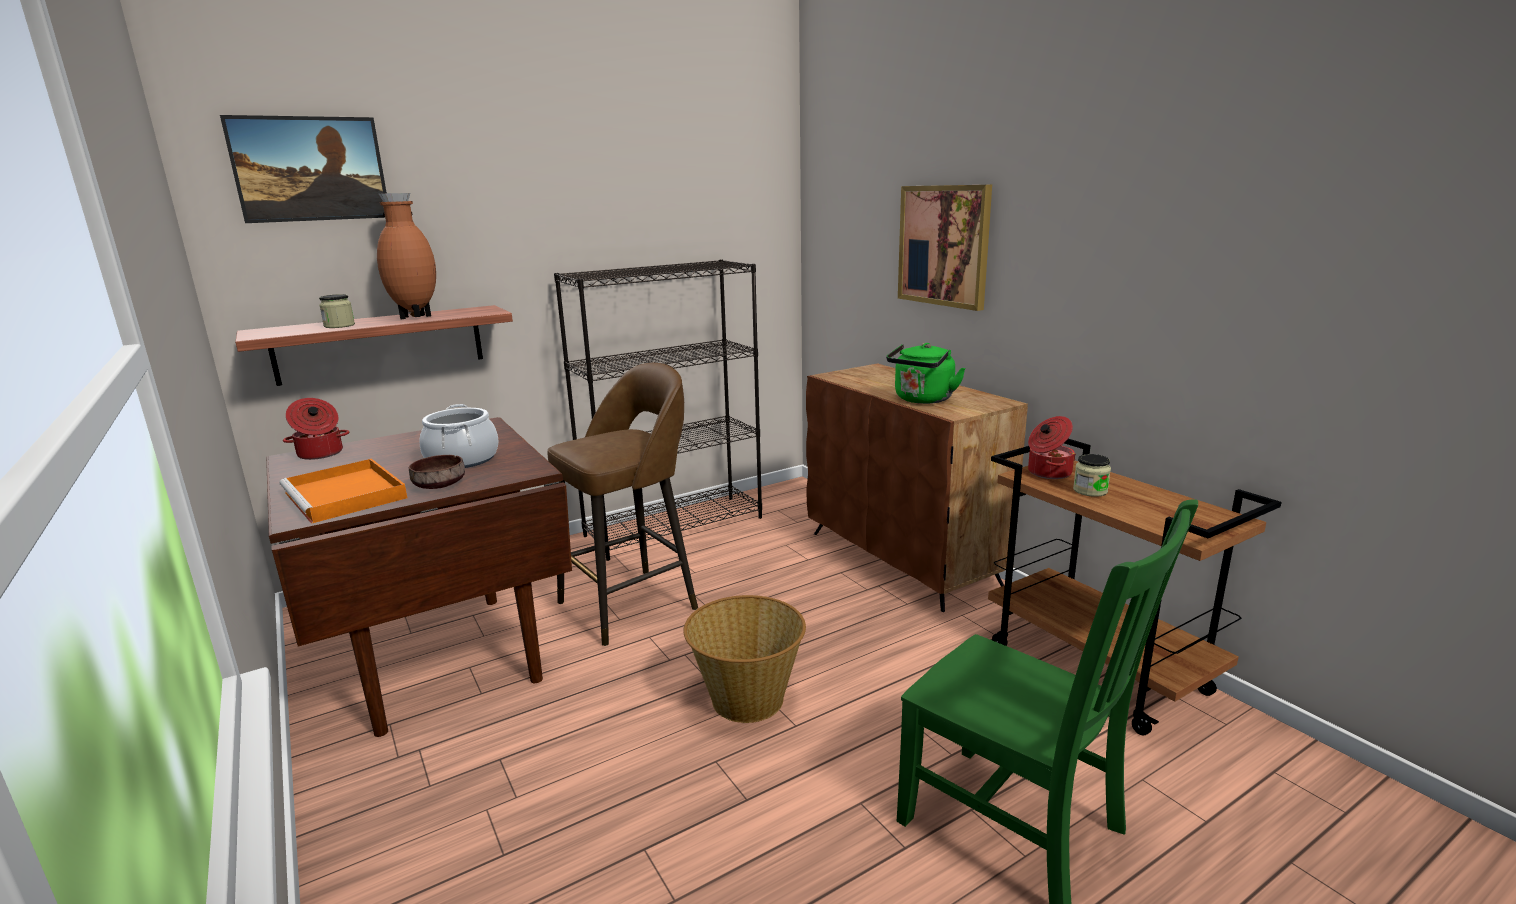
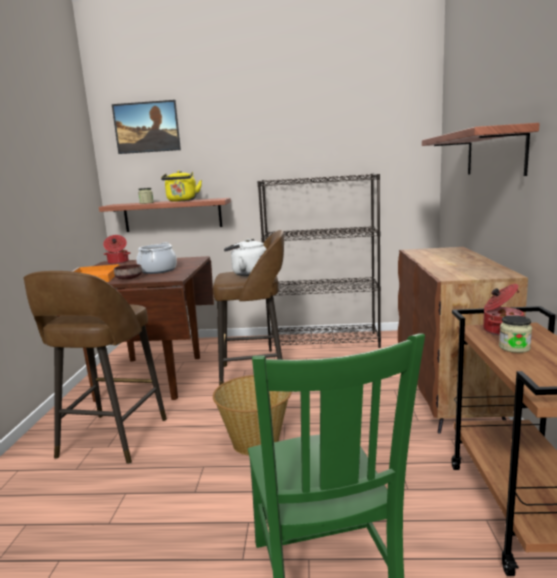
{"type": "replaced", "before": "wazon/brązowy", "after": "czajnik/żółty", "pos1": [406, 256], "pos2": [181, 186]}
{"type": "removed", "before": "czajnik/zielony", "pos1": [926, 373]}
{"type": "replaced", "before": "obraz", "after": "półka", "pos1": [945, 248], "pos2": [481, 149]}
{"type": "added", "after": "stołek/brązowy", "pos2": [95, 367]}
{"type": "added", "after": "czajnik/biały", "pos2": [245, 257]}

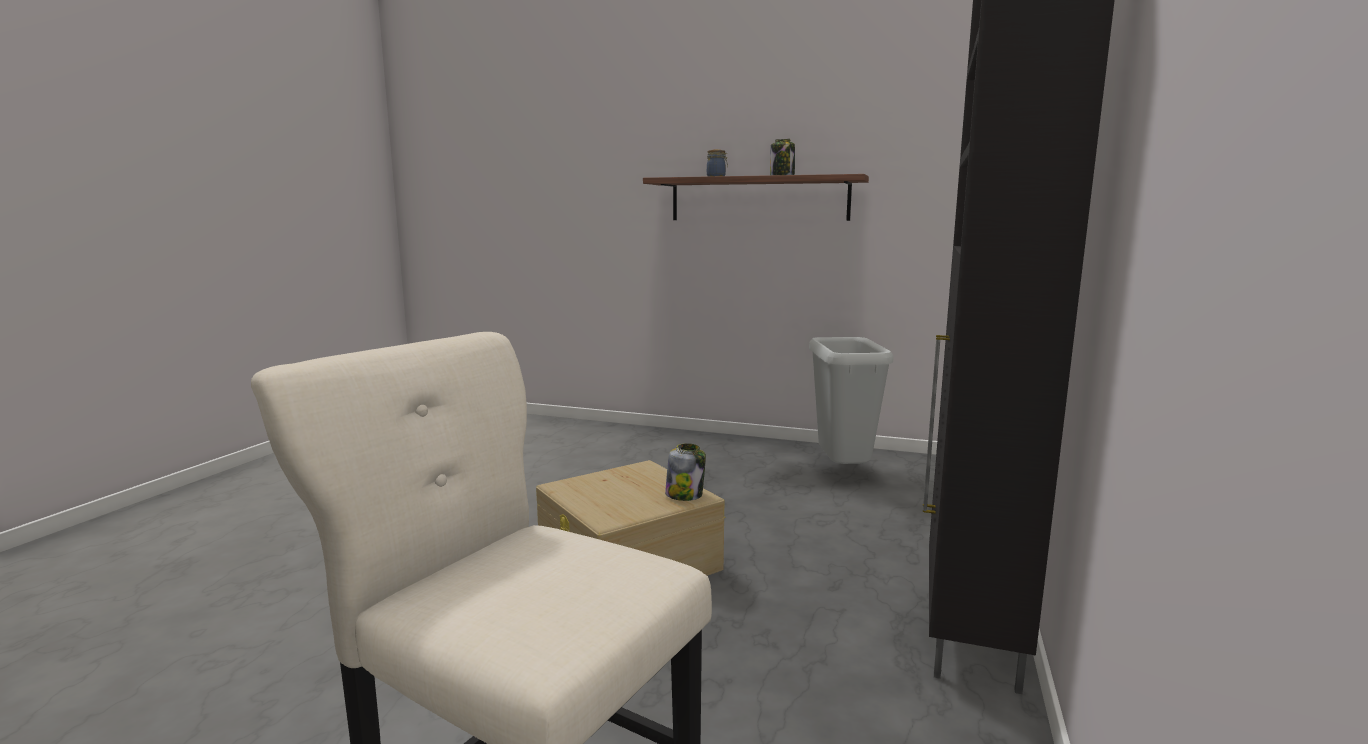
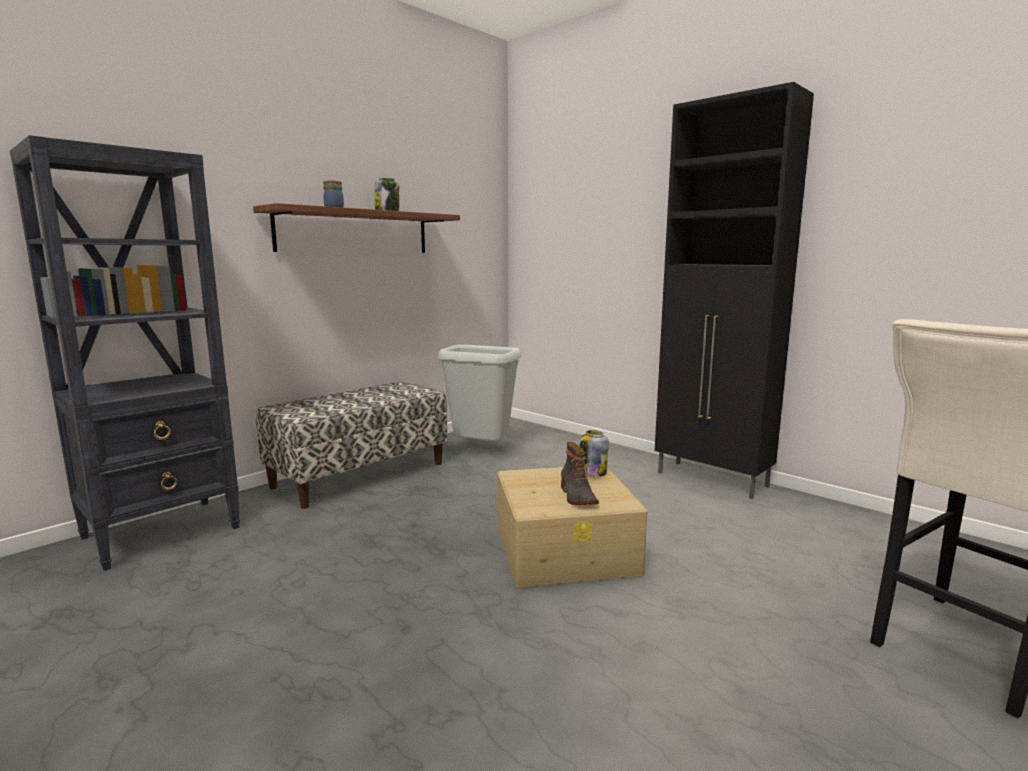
{"type": "added", "after": "regał/czarny", "pos2": [125, 353]}
{"type": "added", "after": "ławka", "pos2": [351, 445]}
{"type": "added", "after": "but z cholewką", "pos2": [580, 473]}

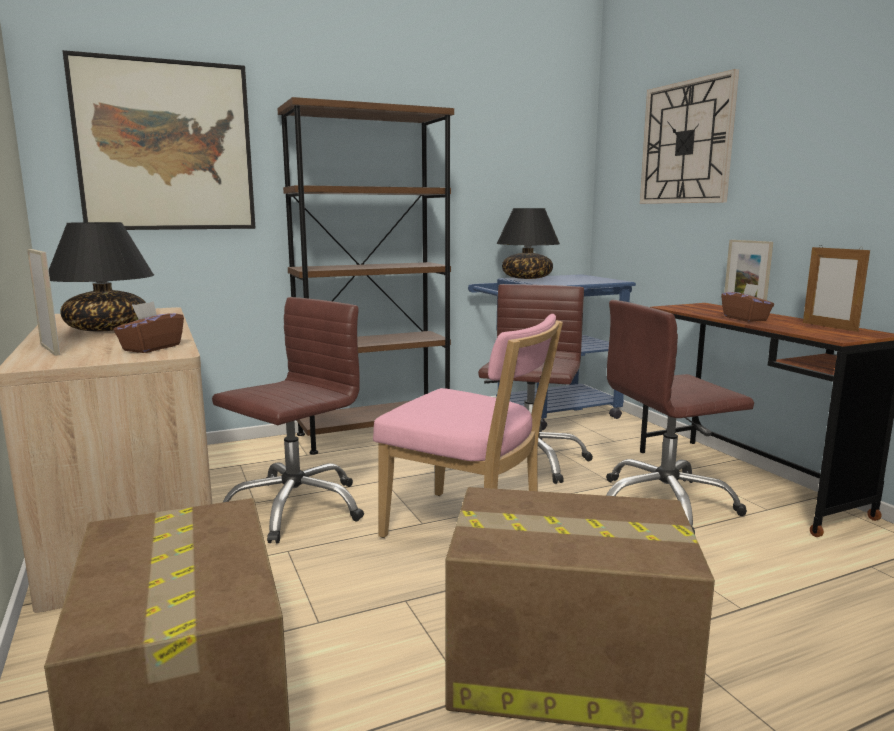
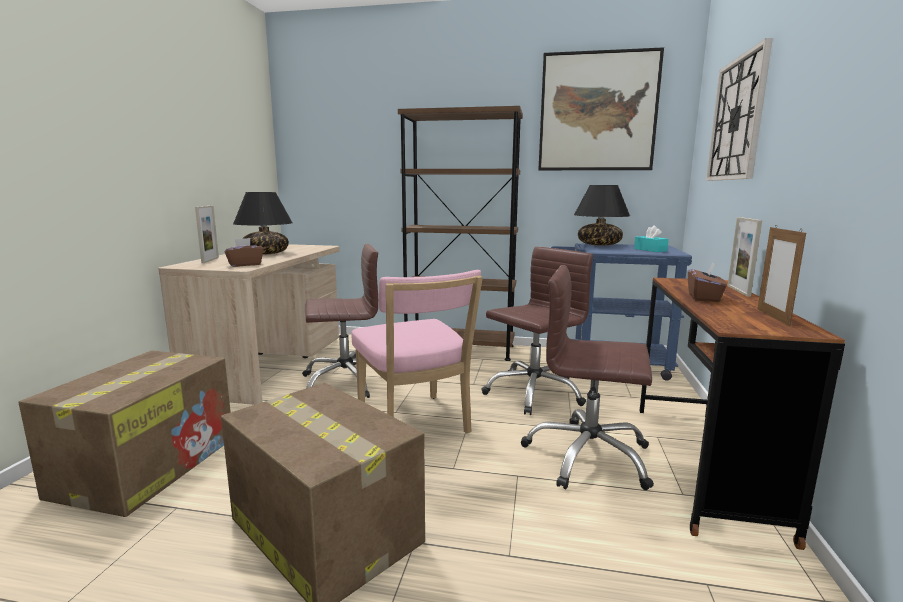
{"type": "moved", "before": "obraz", "pos1": [158, 140], "pos2": [601, 108]}
{"type": "added", "after": "pudełko chusteczek/turkusowy", "pos2": [651, 238]}

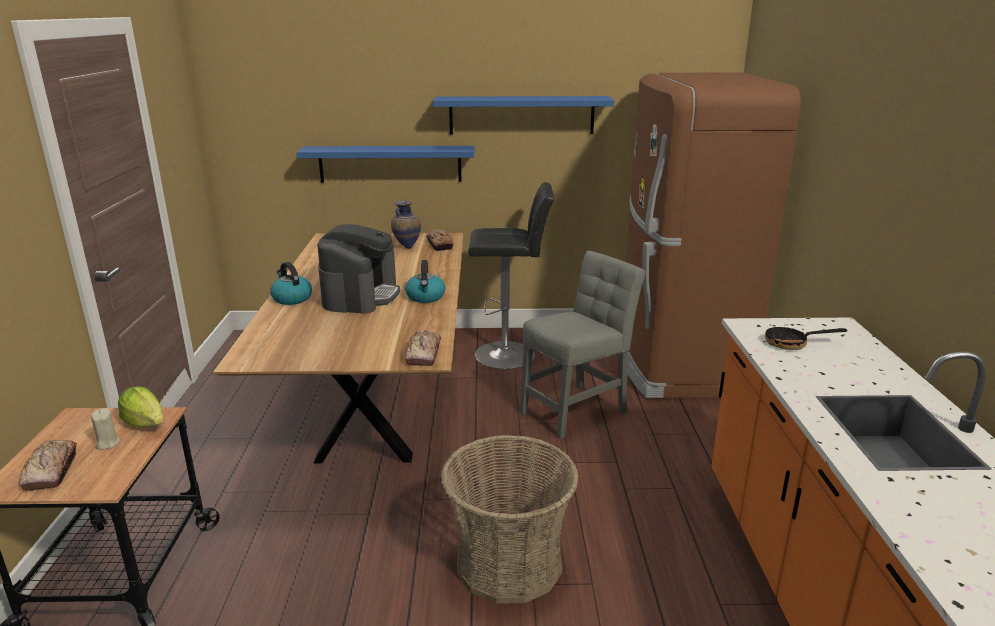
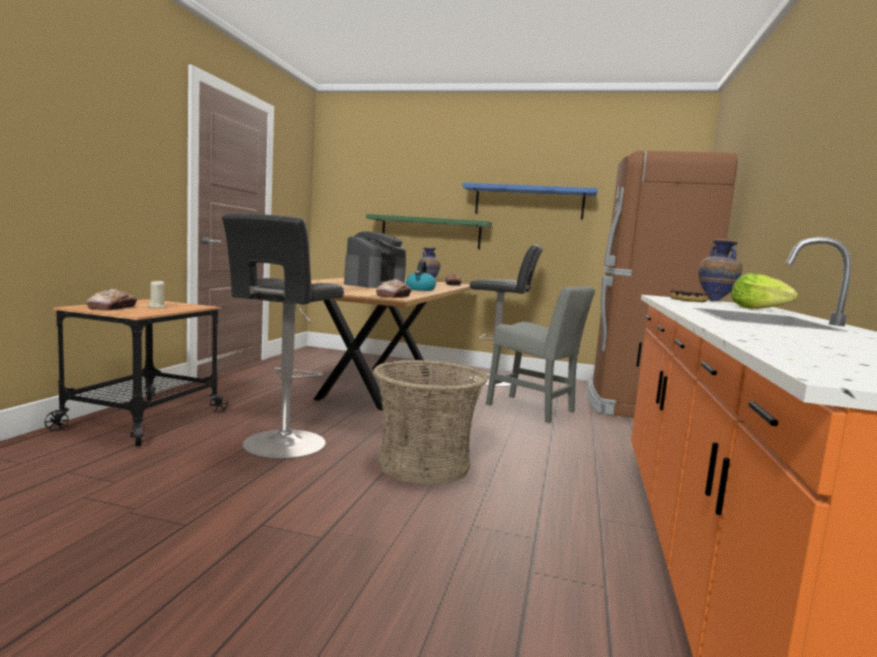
{"type": "moved", "before": "sałata", "pos1": [141, 407], "pos2": [764, 291]}
{"type": "removed", "before": "czajnik", "pos1": [291, 283]}
{"type": "recoloured", "before": "półka/niebieski", "after": "półka/zielony", "pos1": [385, 164], "pos2": [429, 231]}
{"type": "turned", "before": "krzesło/szary", "pos1": [582, 345], "pos2": [540, 354], "turn": 60}
{"type": "added", "after": "stołek/czarny", "pos2": [283, 336]}
{"type": "added", "after": "wazon", "pos2": [720, 270]}

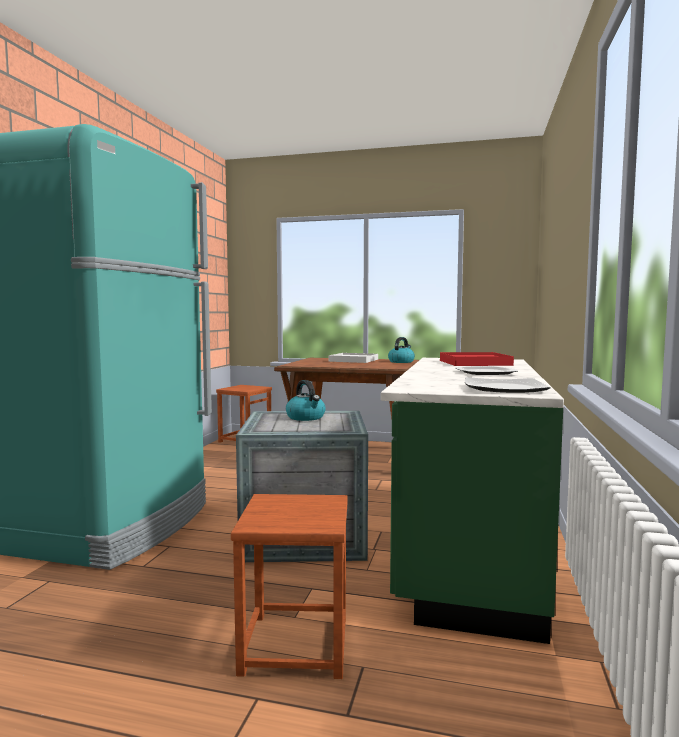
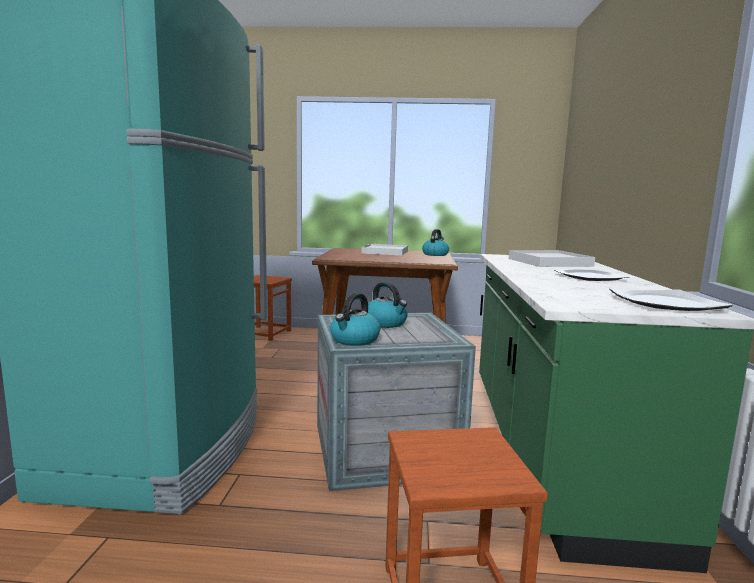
{"type": "recoloured", "before": "taca/czerwony", "after": "taca/biały", "pos1": [477, 359], "pos2": [552, 258]}
{"type": "added", "after": "czajnik", "pos2": [355, 319]}

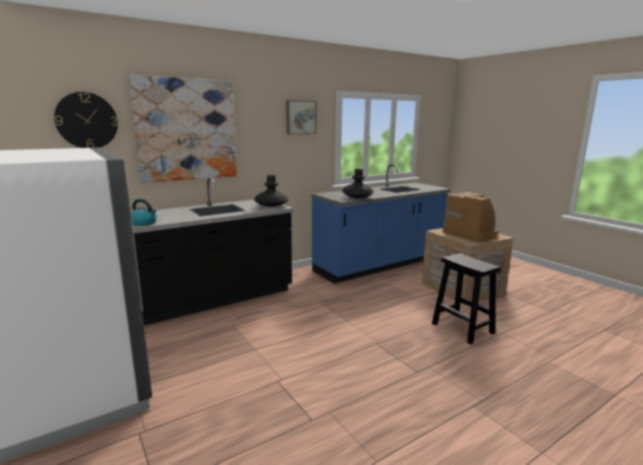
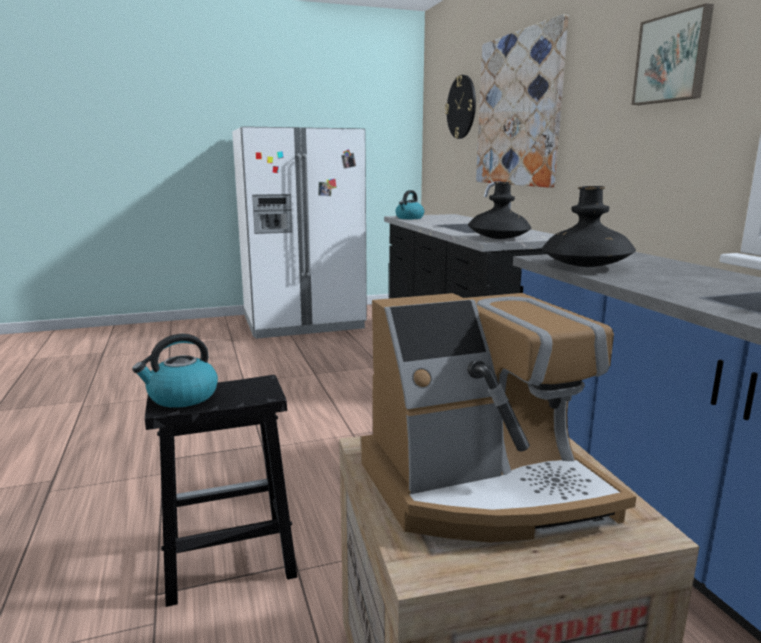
{"type": "added", "after": "czajnik", "pos2": [175, 371]}

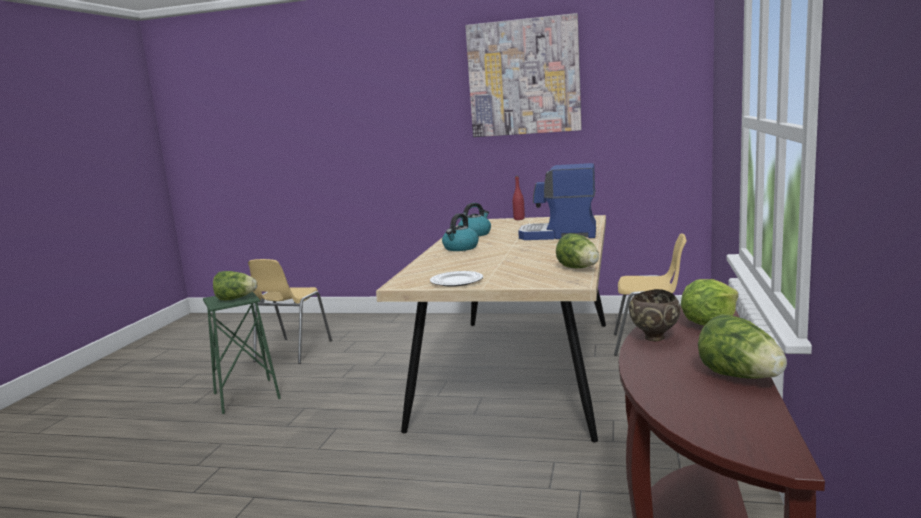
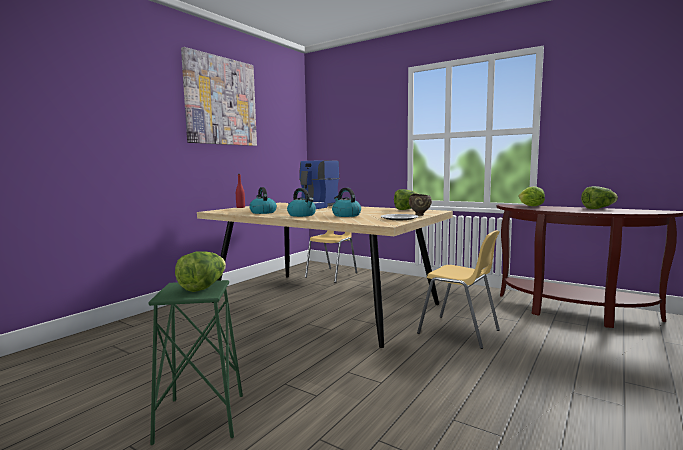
{"type": "moved", "before": "krzesło/żółty", "pos1": [290, 311], "pos2": [458, 289]}
{"type": "moved", "before": "miska/brązowy", "pos1": [655, 315], "pos2": [420, 205]}
{"type": "added", "after": "czajnik", "pos2": [346, 202]}

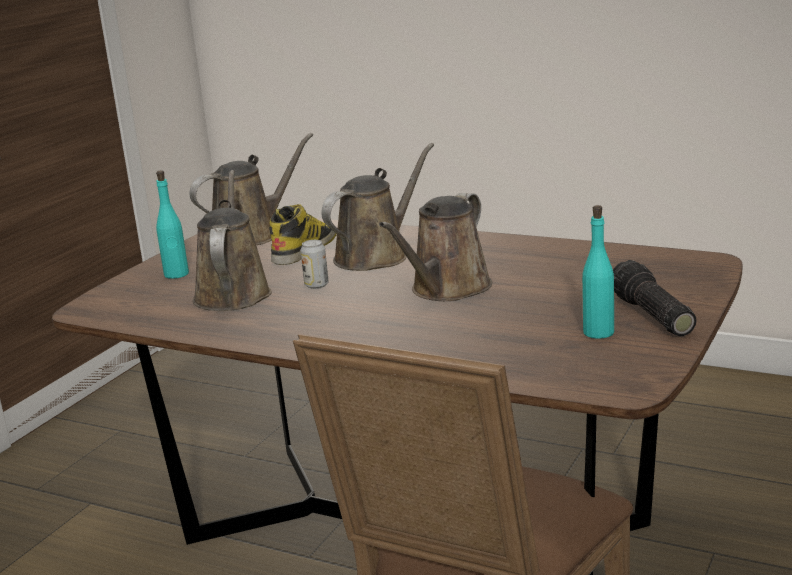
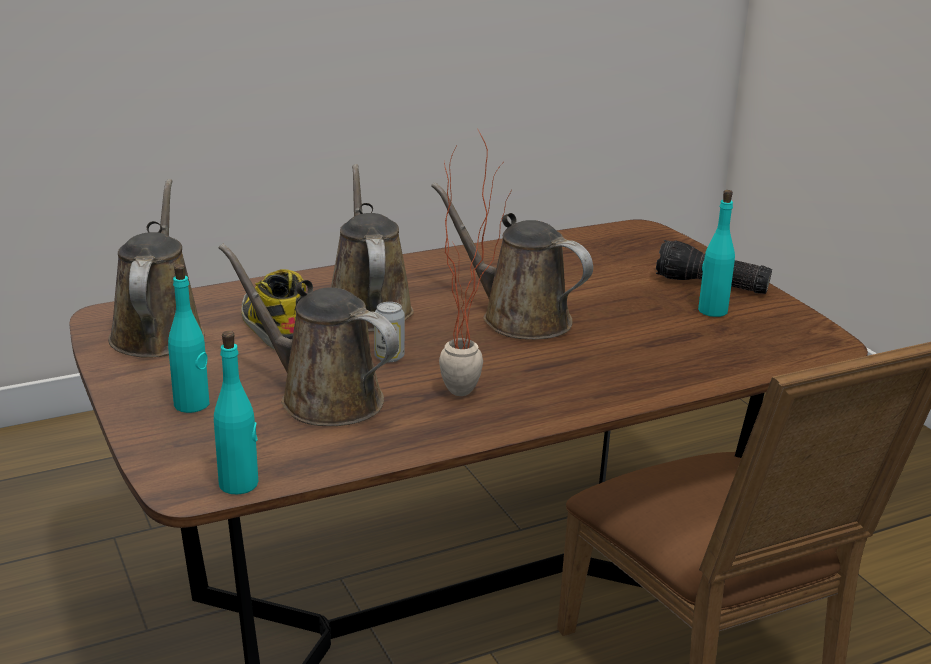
{"type": "turned", "before": "konewka/brązowy", "pos1": [435, 247], "pos2": [512, 261], "turn": 150}
{"type": "added", "after": "butelka/turkusowy", "pos2": [236, 412]}
{"type": "added", "after": "roślina doniczkowa", "pos2": [475, 262]}

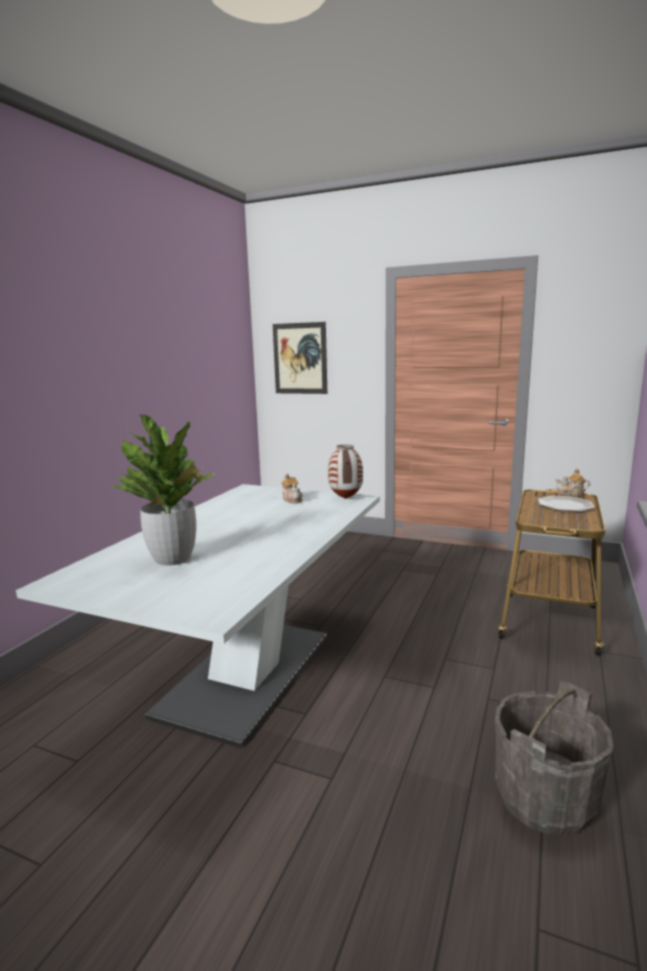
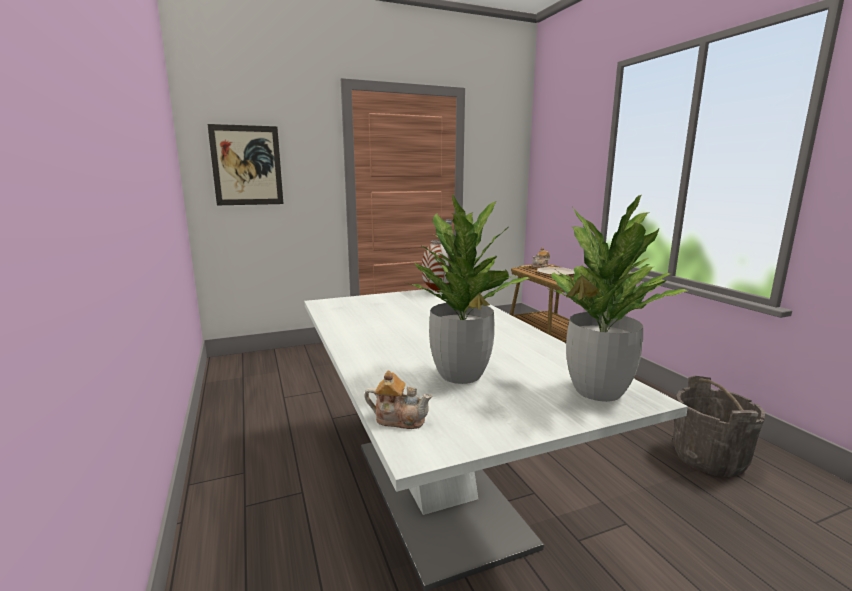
{"type": "moved", "before": "imbryk", "pos1": [292, 489], "pos2": [398, 399]}
{"type": "added", "after": "roślina doniczkowa", "pos2": [618, 298]}

